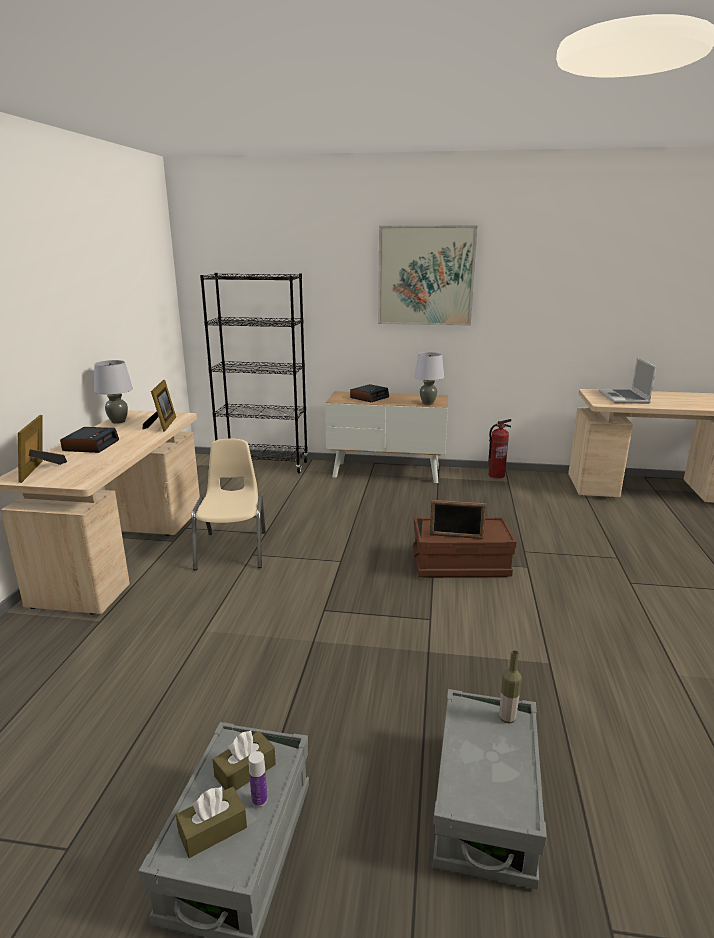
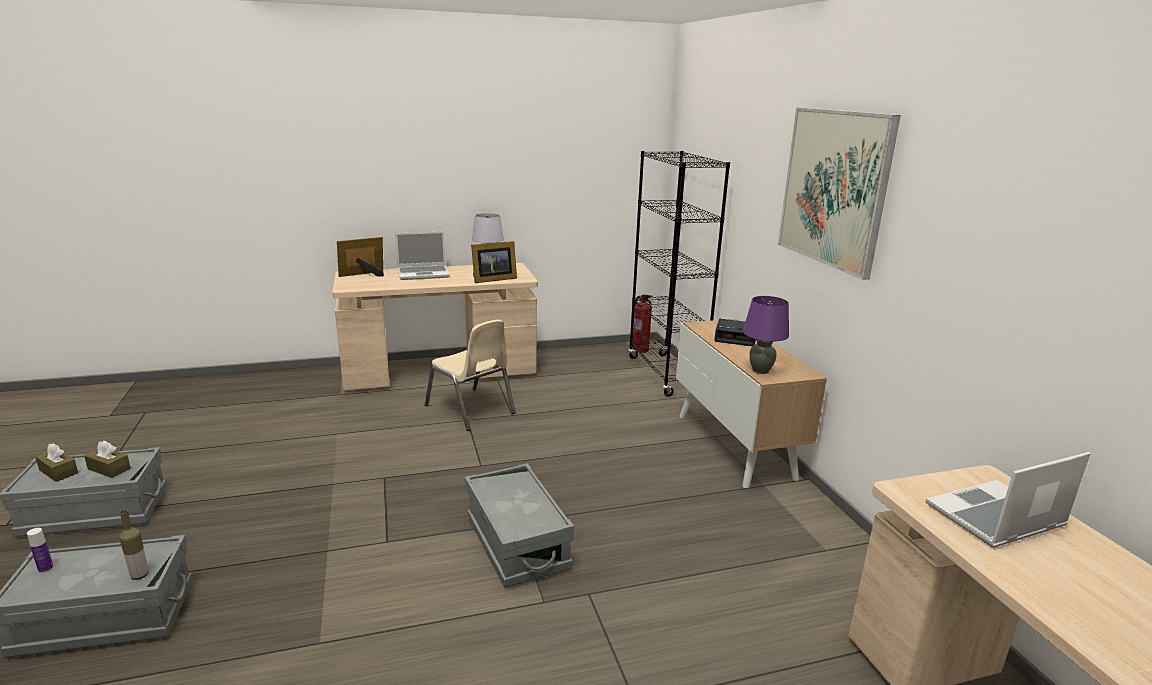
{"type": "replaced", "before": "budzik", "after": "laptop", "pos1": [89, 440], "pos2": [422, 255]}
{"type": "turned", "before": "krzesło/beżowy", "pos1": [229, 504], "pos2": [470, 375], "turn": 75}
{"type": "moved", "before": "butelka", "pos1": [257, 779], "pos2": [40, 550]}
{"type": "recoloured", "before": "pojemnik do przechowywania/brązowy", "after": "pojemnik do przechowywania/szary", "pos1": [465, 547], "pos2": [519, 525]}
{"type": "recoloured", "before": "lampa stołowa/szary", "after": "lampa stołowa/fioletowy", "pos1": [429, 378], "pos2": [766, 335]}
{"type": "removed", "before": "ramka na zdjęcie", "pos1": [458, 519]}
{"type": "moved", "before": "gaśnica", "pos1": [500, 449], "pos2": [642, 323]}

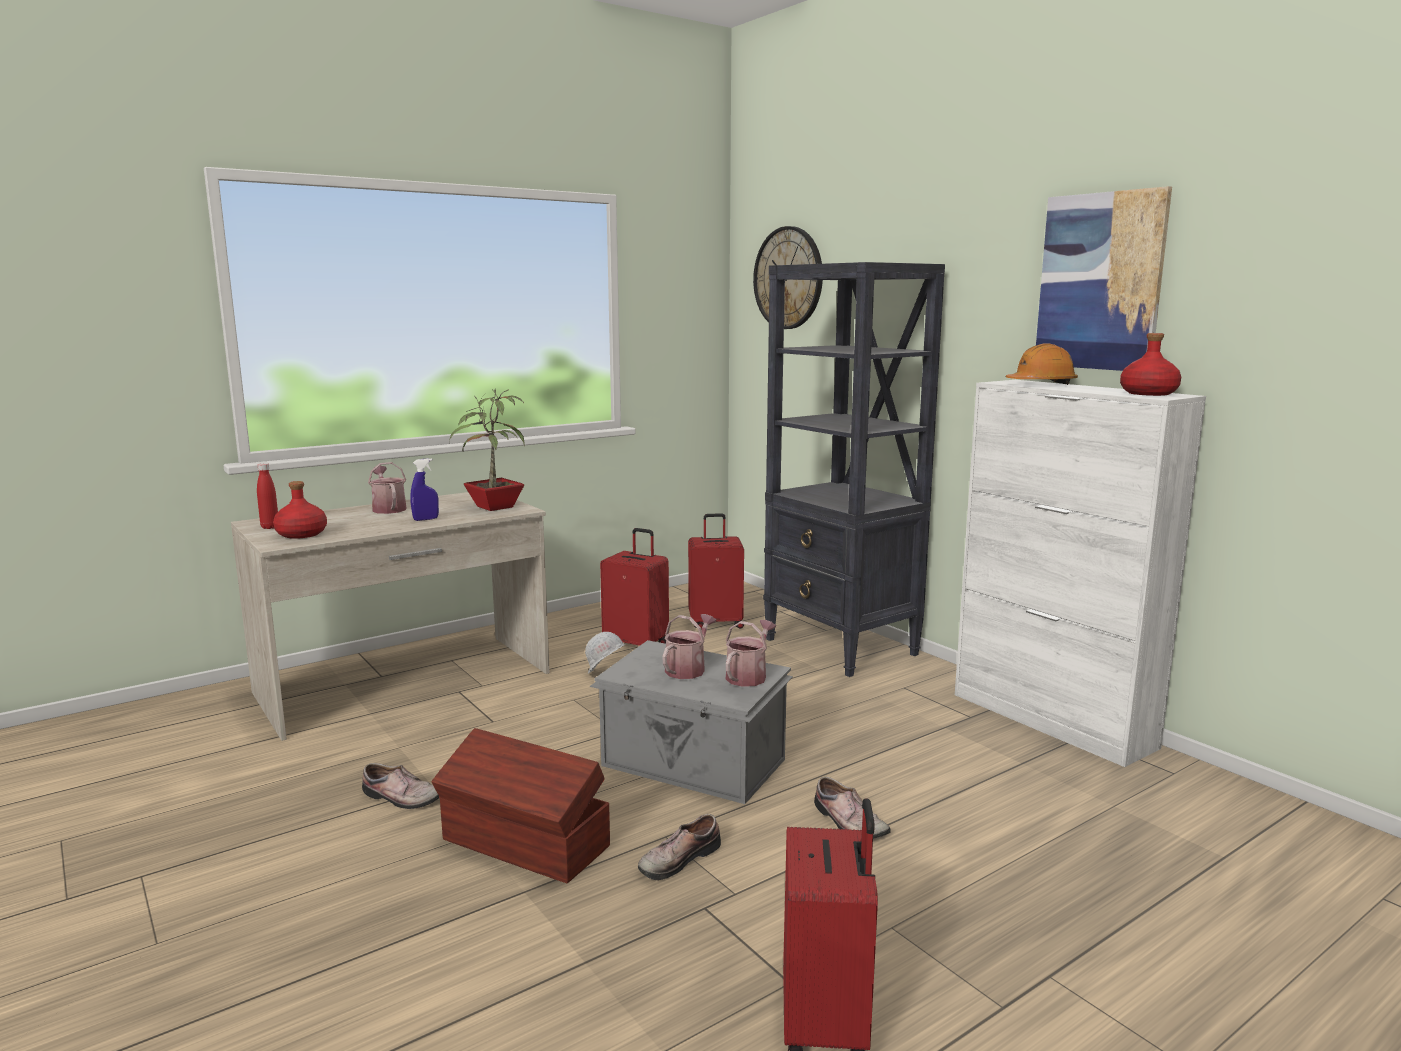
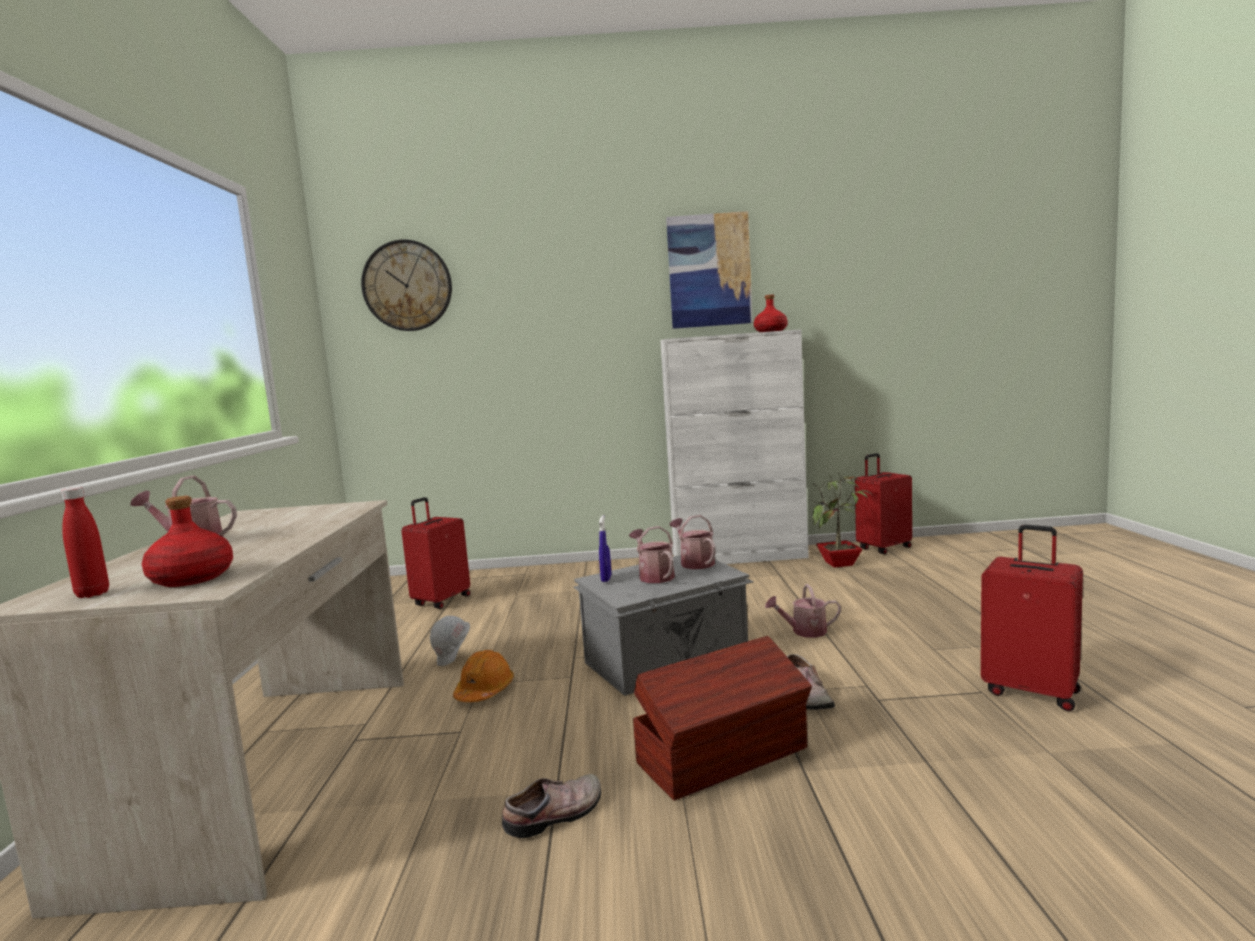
{"type": "moved", "before": "spryskiwacz/niebieski", "pos1": [424, 489], "pos2": [605, 548]}
{"type": "moved", "before": "roślina doniczkowa", "pos1": [487, 450], "pos2": [841, 521]}
{"type": "moved", "before": "walizka/czerwony", "pos1": [634, 587], "pos2": [883, 503]}
{"type": "removed", "before": "regał/czarny", "pos1": [854, 469]}
{"type": "replaced", "before": "but", "after": "konewka", "pos1": [852, 808], "pos2": [803, 611]}
{"type": "moved", "before": "kask/pomarańczowy", "pos1": [1042, 364], "pos2": [483, 676]}

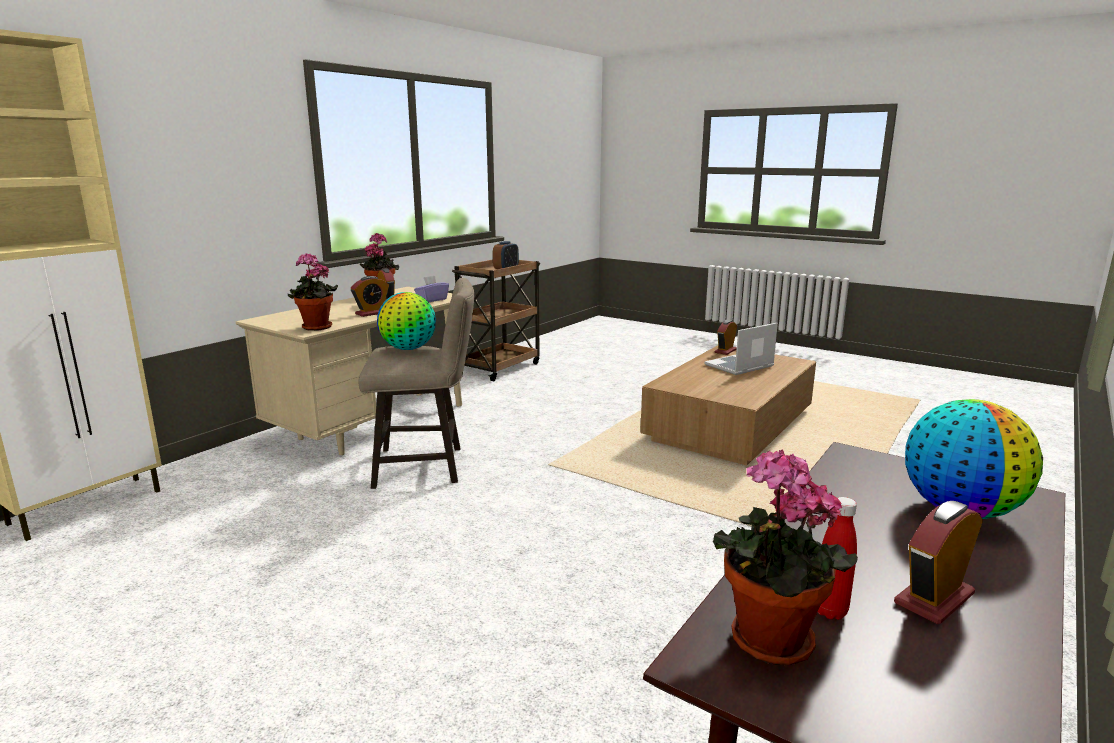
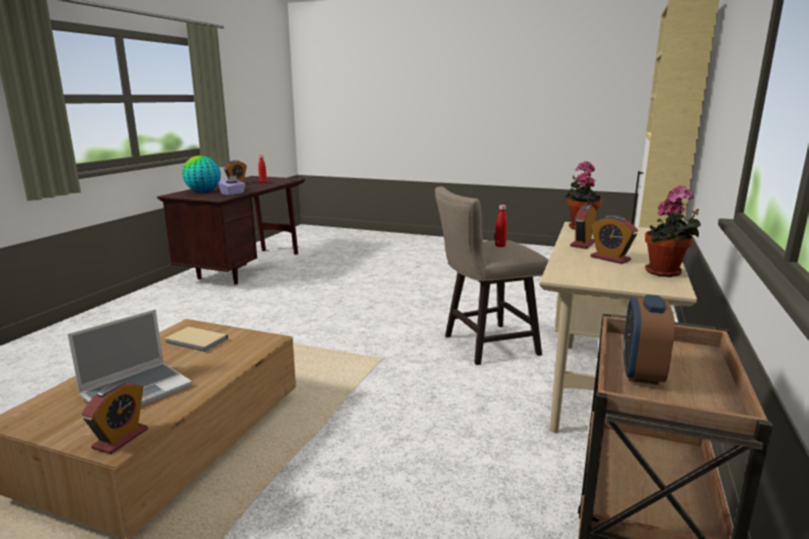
{"type": "replaced", "before": "globus", "after": "butelka/czerwony", "pos1": [406, 321], "pos2": [501, 226]}
{"type": "moved", "before": "pudełko chusteczek/fioletowy", "pos1": [431, 289], "pos2": [232, 185]}
{"type": "removed", "before": "roślina doniczkowa", "pos1": [785, 557]}
{"type": "added", "after": "książka/beżowy", "pos2": [196, 340]}

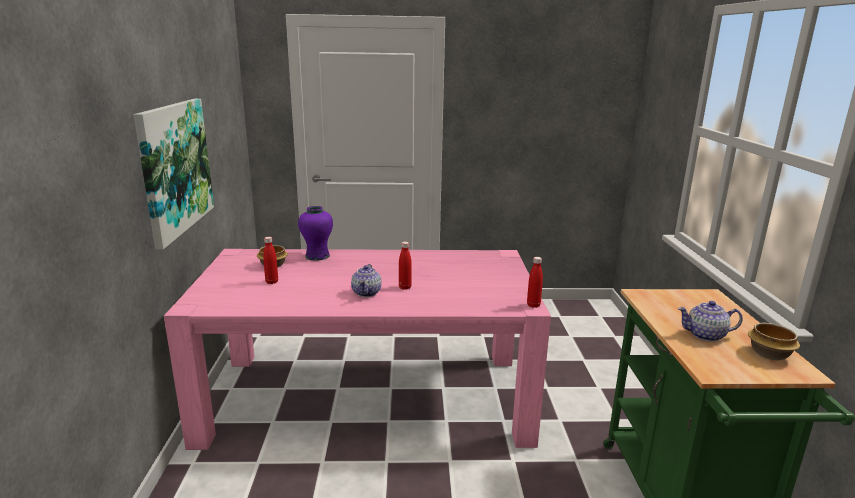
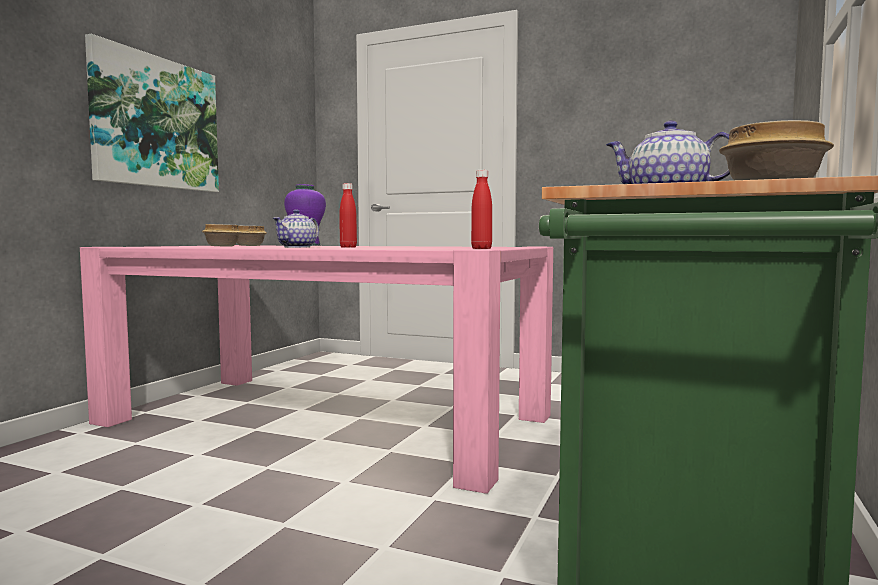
{"type": "replaced", "before": "butelka/czerwony", "after": "miska", "pos1": [270, 260], "pos2": [222, 235]}

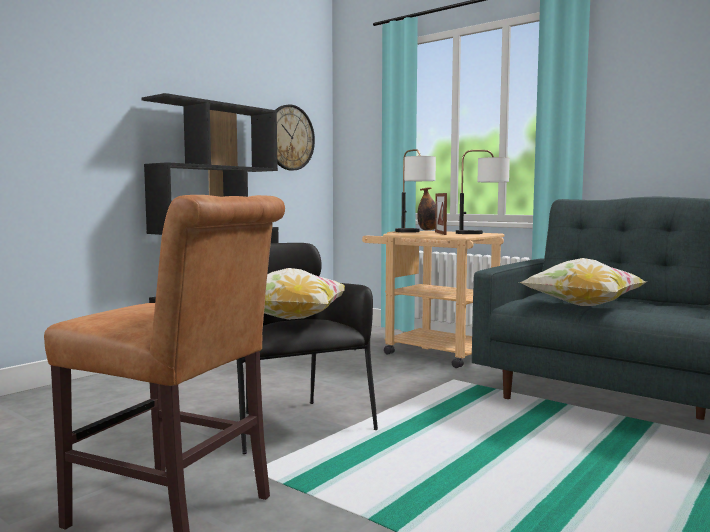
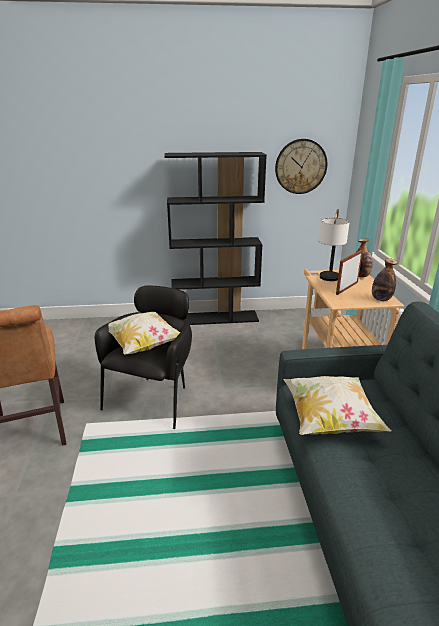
{"type": "replaced", "before": "lampa stołowa", "after": "butelka", "pos1": [483, 192], "pos2": [385, 279]}

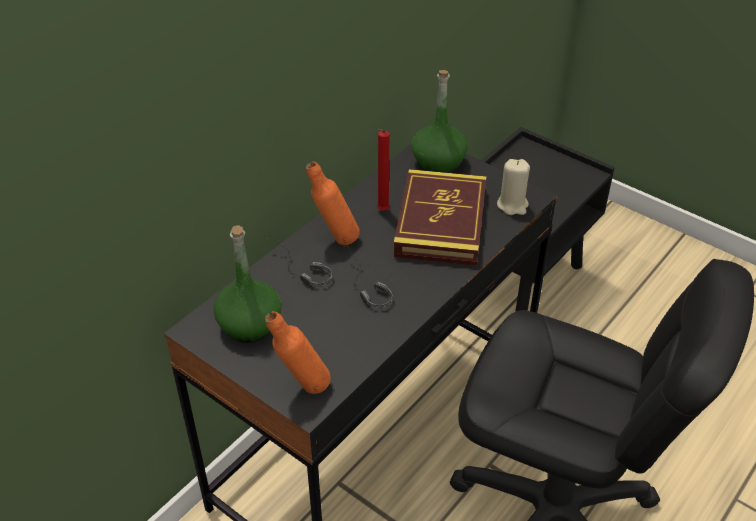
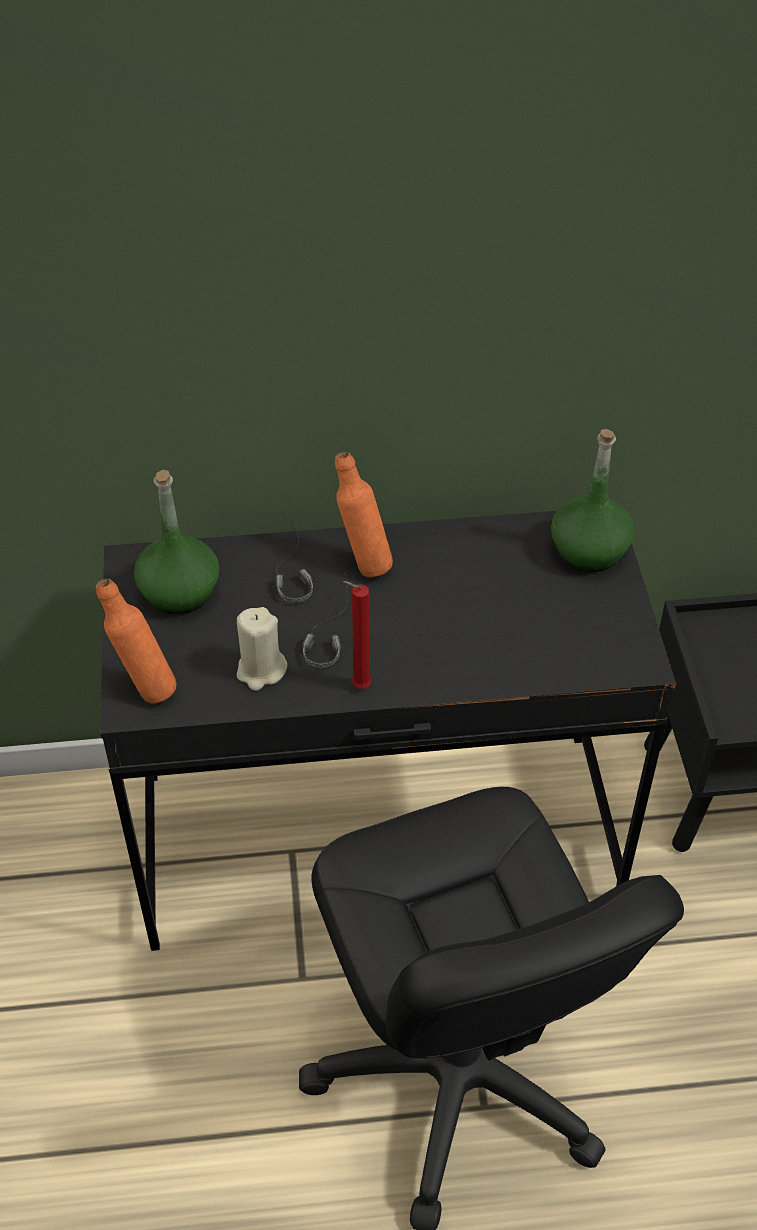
{"type": "moved", "before": "świeca/czerwony", "pos1": [383, 170], "pos2": [357, 635]}
{"type": "removed", "before": "książka", "pos1": [440, 217]}
{"type": "moved", "before": "świeca/beżowy", "pos1": [513, 187], "pos2": [262, 649]}

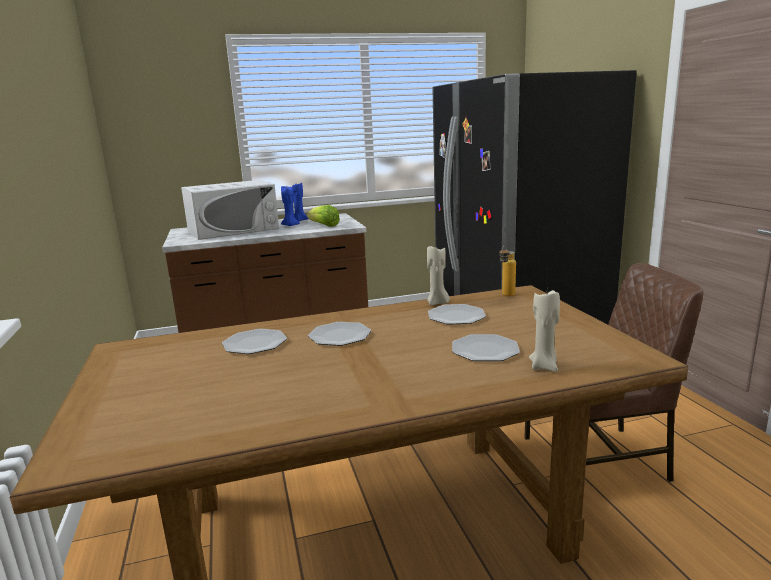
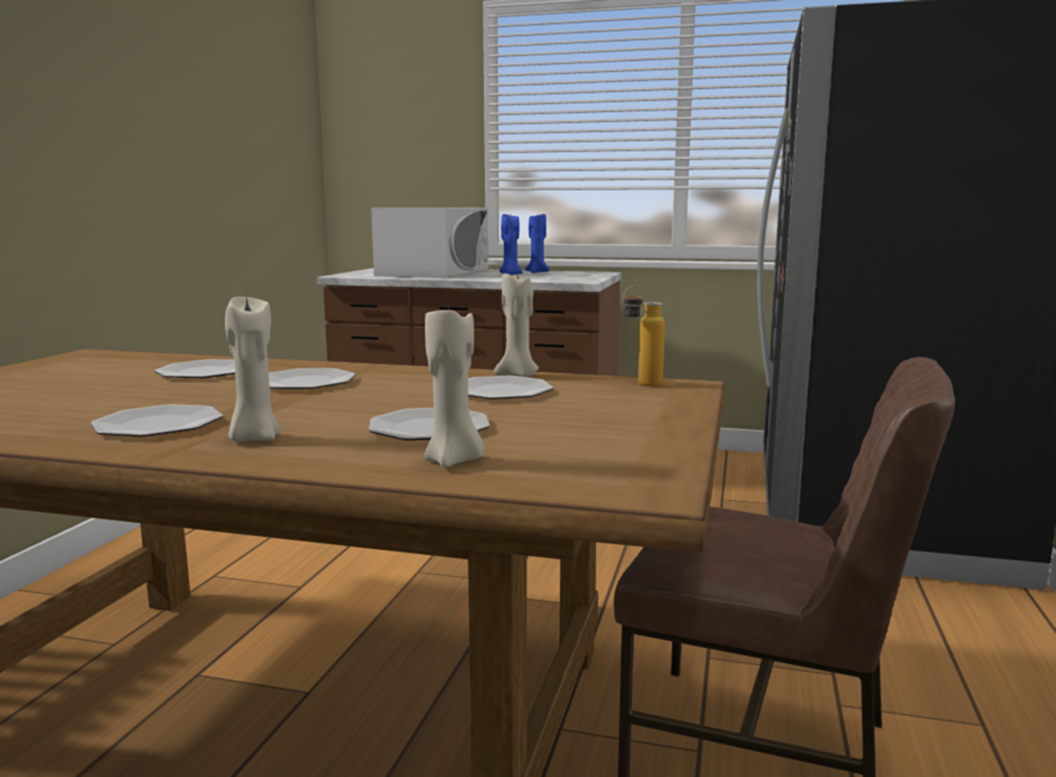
{"type": "turned", "before": "mikrofalówka/biały", "pos1": [230, 210], "pos2": [429, 243], "turn": -75}
{"type": "removed", "before": "sałata", "pos1": [323, 216]}
{"type": "added", "after": "talerz", "pos2": [157, 420]}
{"type": "added", "after": "świeca/beżowy", "pos2": [253, 368]}

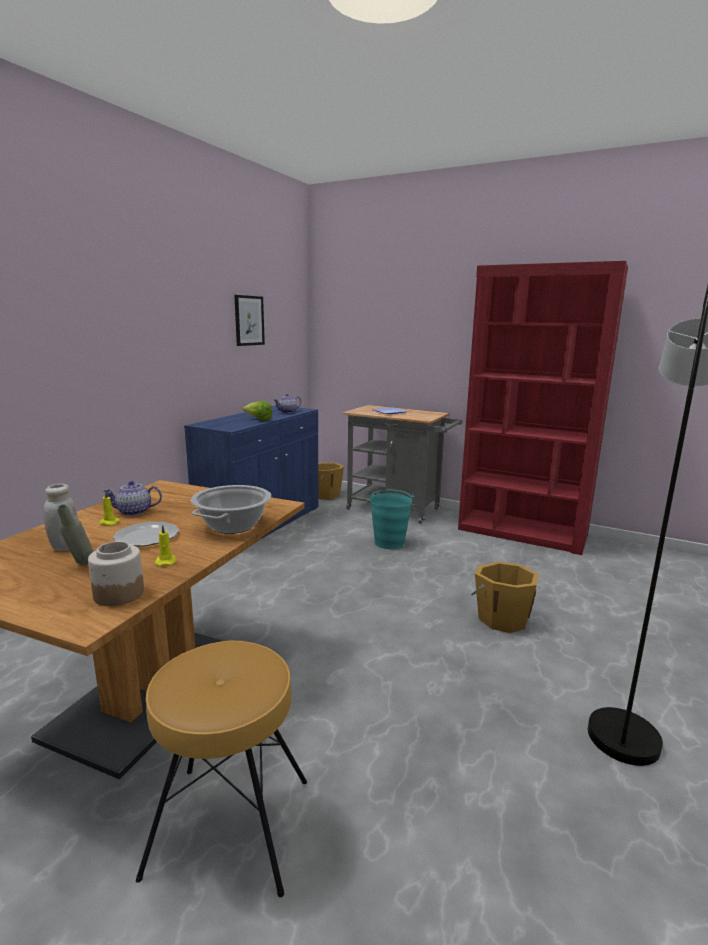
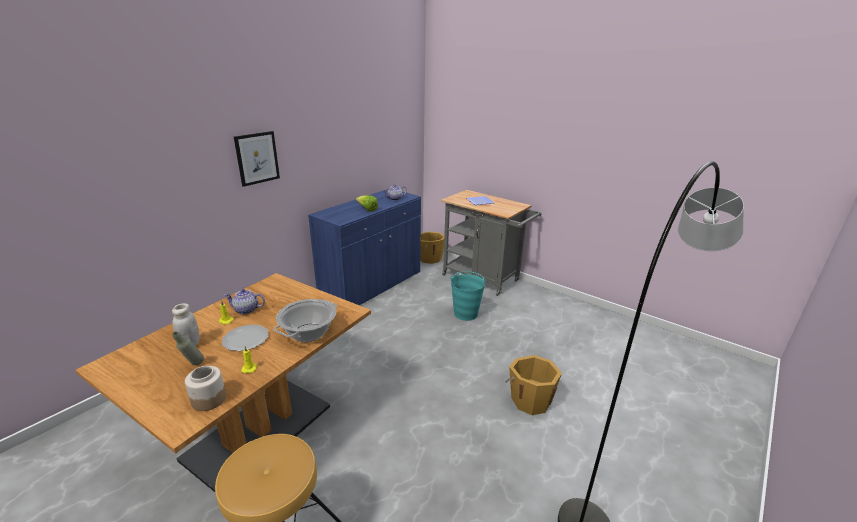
{"type": "moved", "before": "obraz", "pos1": [249, 320], "pos2": [257, 159]}
{"type": "removed", "before": "regał/czerwony", "pos1": [543, 408]}

